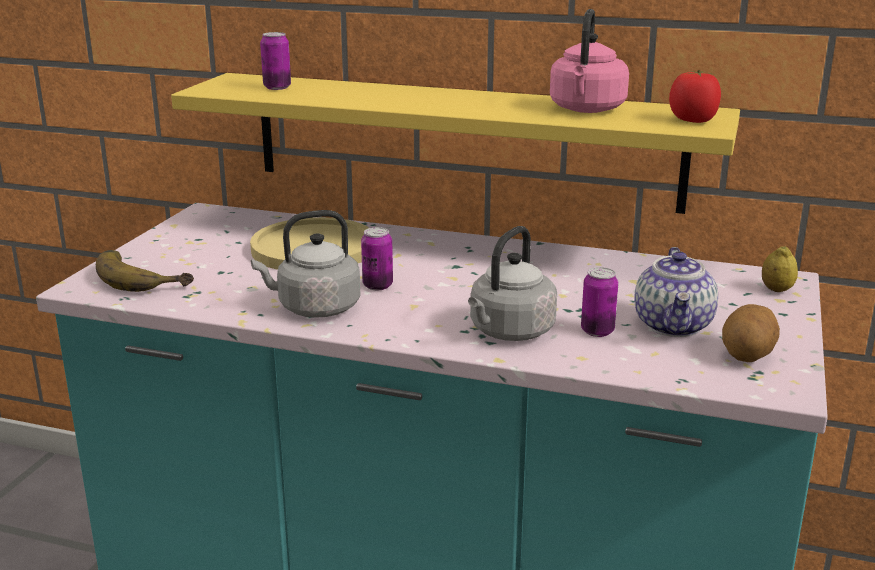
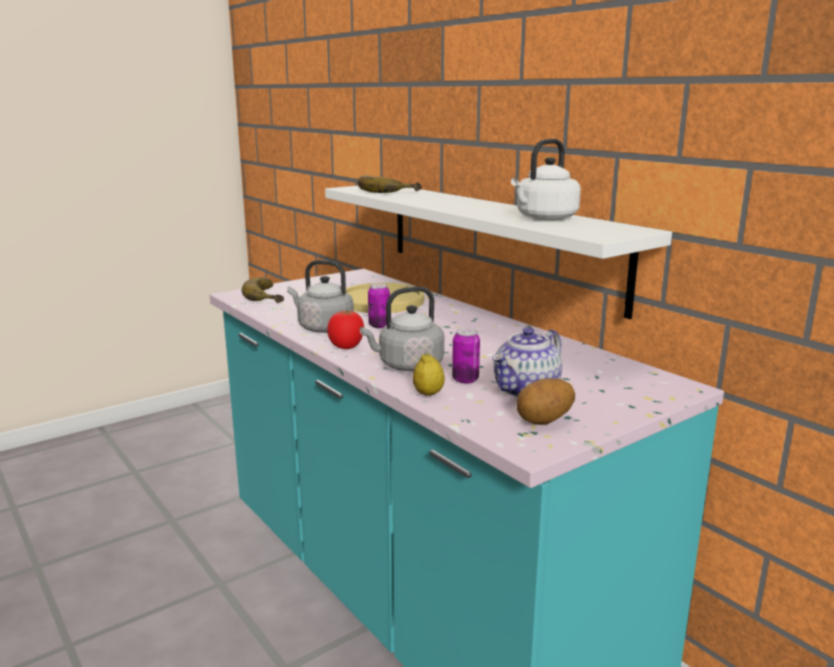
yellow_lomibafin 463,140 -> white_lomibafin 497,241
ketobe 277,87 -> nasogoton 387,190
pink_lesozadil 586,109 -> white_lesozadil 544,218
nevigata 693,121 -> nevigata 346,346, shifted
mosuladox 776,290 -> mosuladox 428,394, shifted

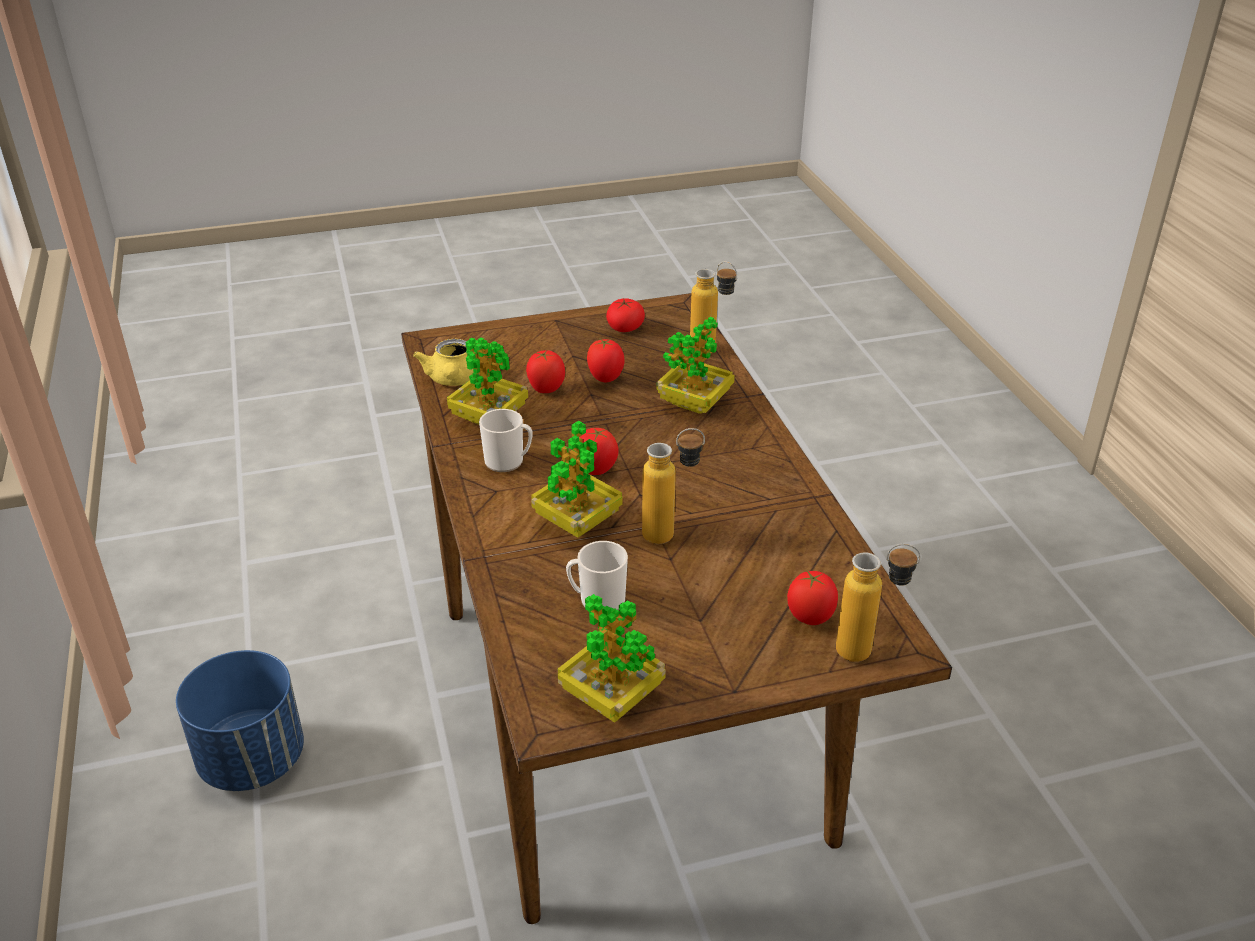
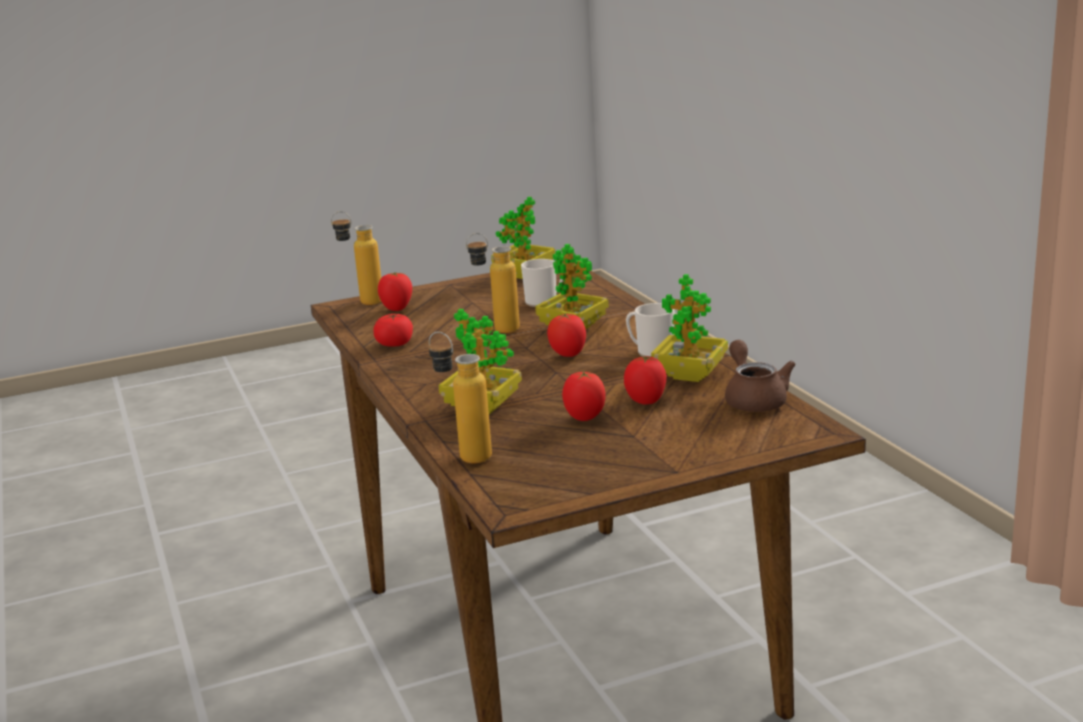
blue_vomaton 253,759 -> none
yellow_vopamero 453,380 -> brown_vopamero 754,399
nevigata 625,328 -> nevigata 395,343, shifted

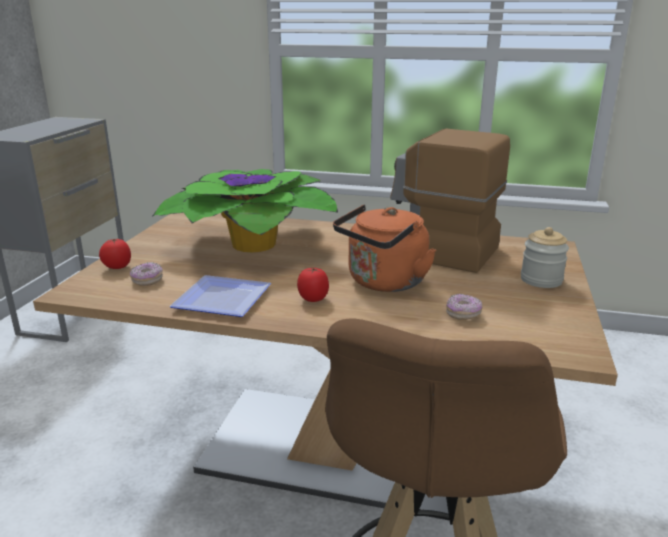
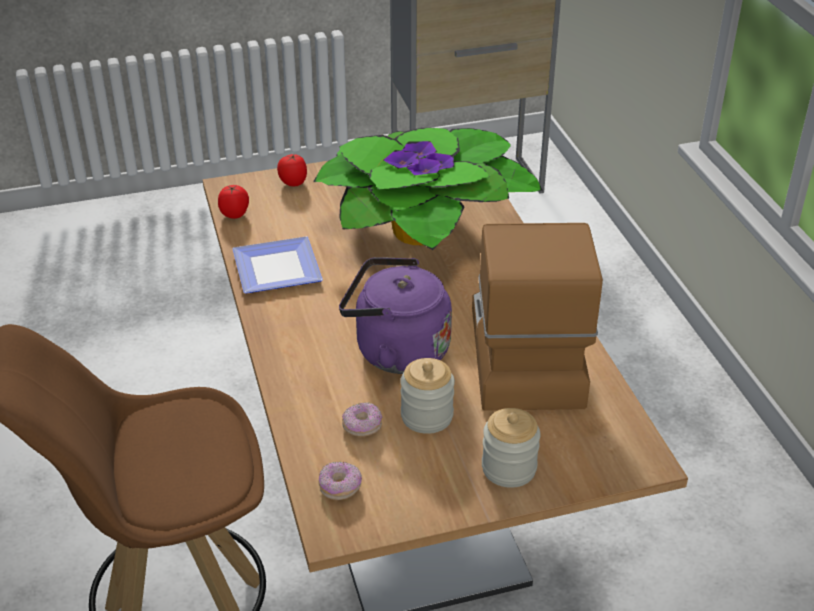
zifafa 147,280 -> zifafa 340,487, shifted
nevigata 313,299 -> nevigata 235,214, shifted
orange_lesozadil 384,283 -> purple_lesozadil 396,350
none -> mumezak 427,416

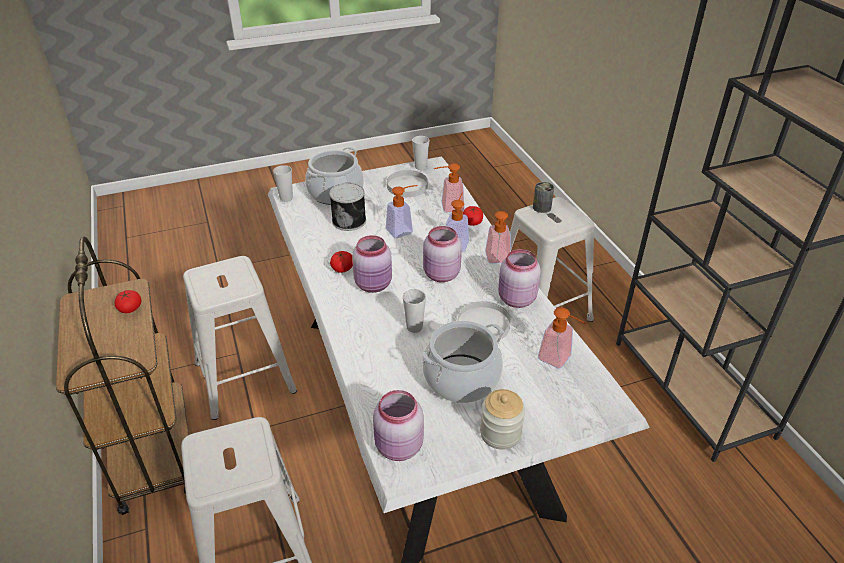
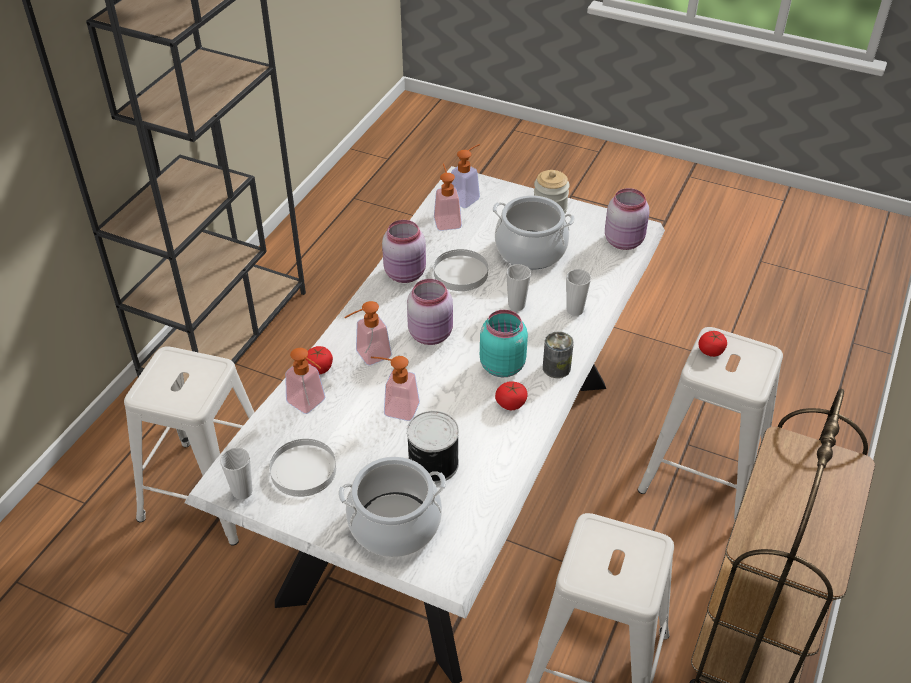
nevigata 130,308 -> nevigata 711,350, shifted
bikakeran 286,198 -> bikakeran 575,310, shifted
pink_mumezak 374,284 -> turquoise_mumezak 501,365
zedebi 498,260 -> zedebi 467,197, shifted
ketobe 542,207 -> ketobe 556,368, shifted

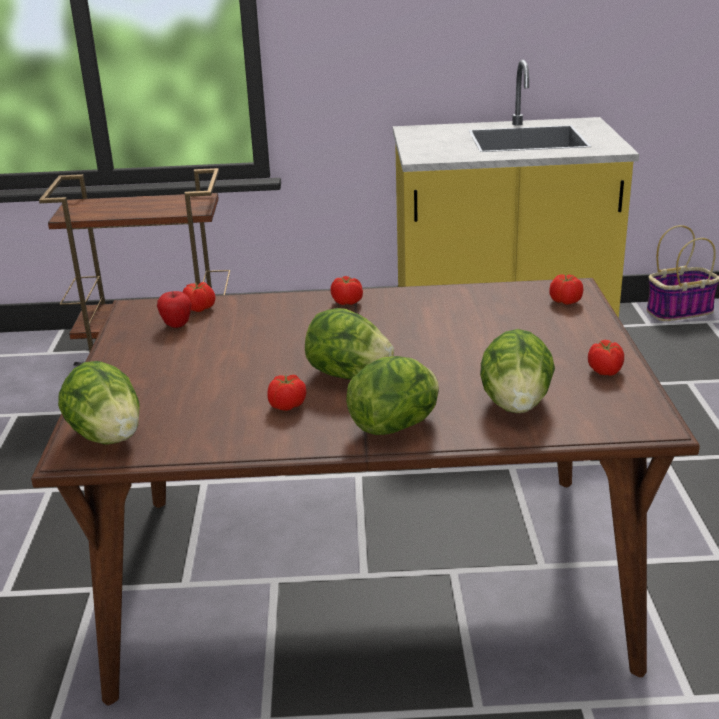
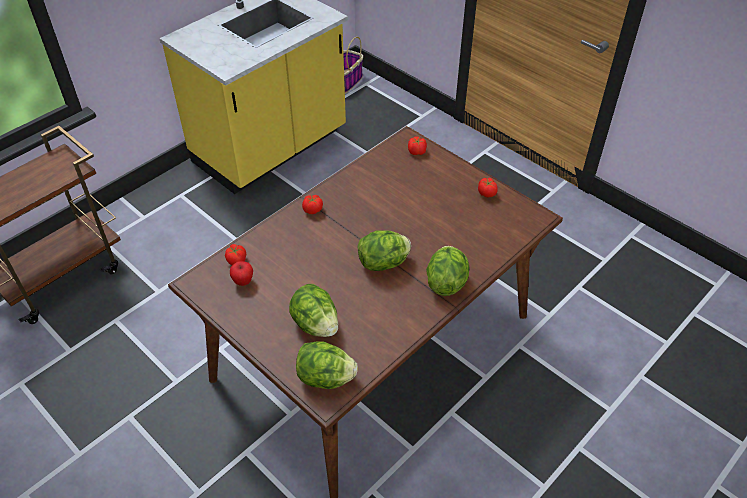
nevigata 287,406 -> none
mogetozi 516,404 -> mogetozi 315,324, shifted

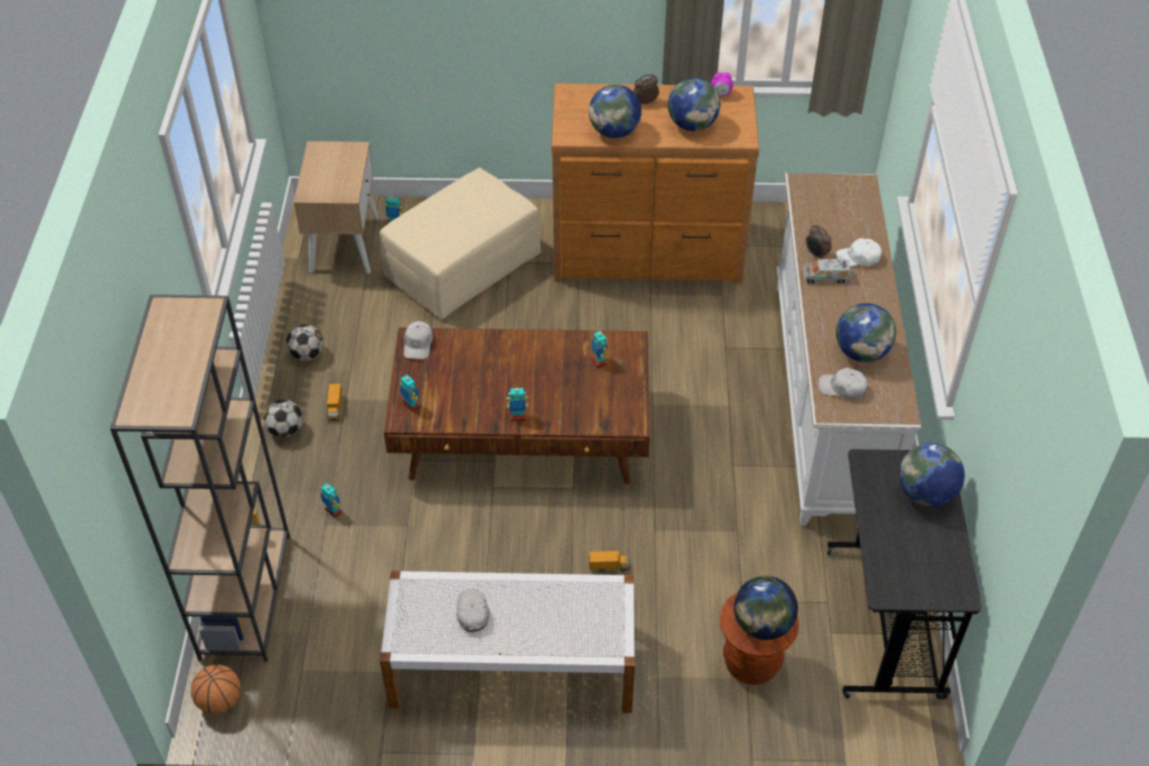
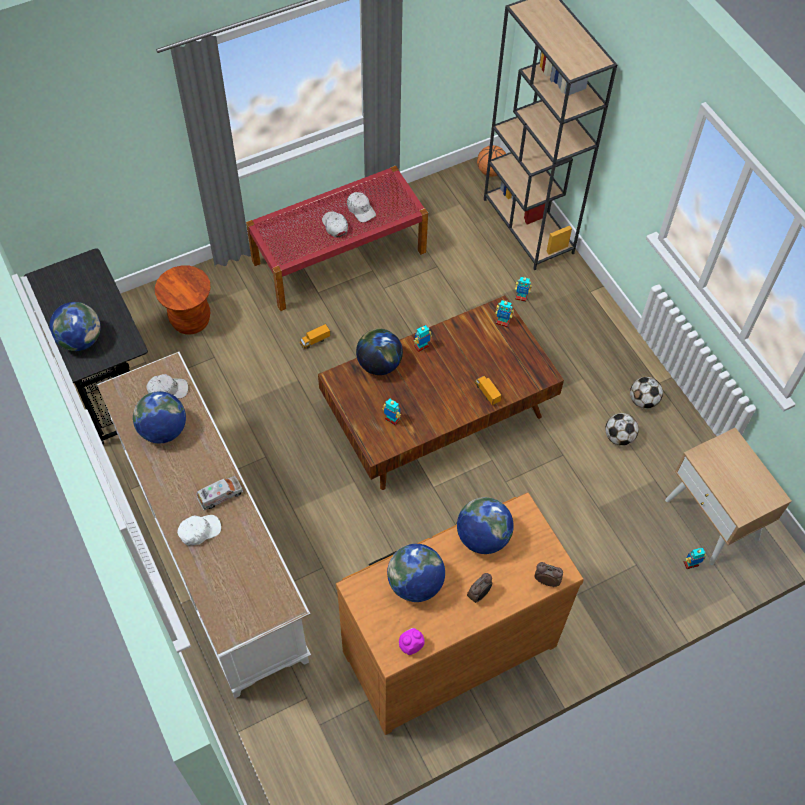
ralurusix 286,430 -> ralurusix 619,437, shifted
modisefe 335,408 -> modisefe 487,393, shifted
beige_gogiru 462,264 -> none
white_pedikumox 512,666 -> red_pedikumox 339,256
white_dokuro 418,344 -> white_dokuro 335,226, shifted
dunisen 762,625 -> dunisen 379,364, shifted
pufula 816,254 -> pufula 546,580, shifted

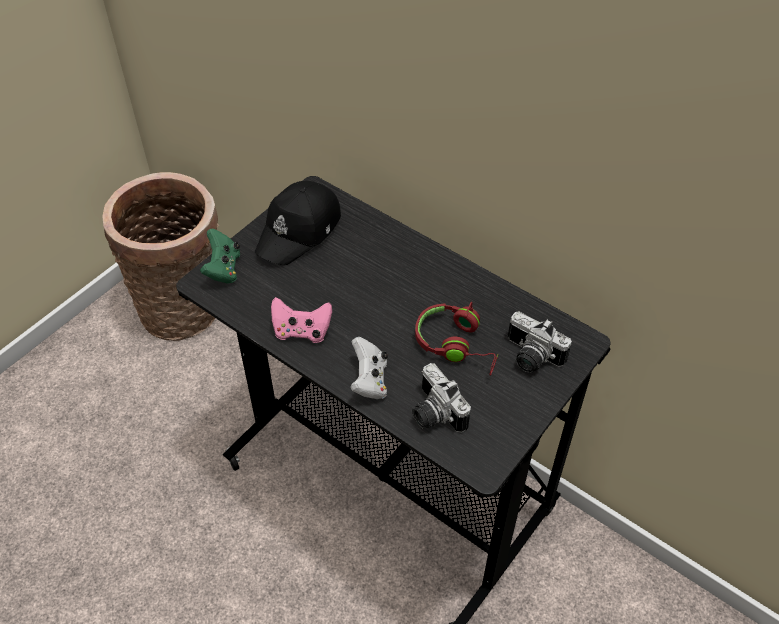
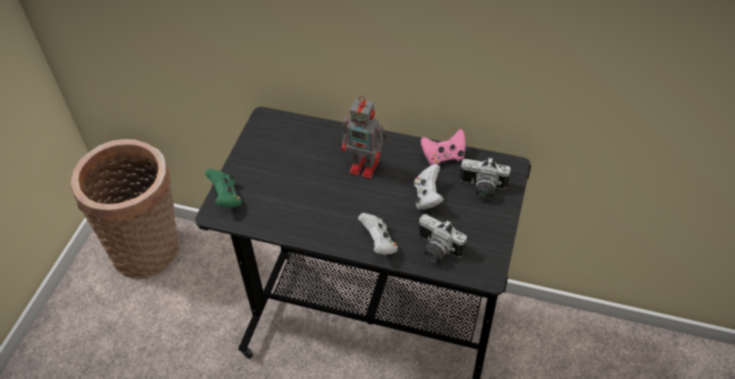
black_dokuro 300,231 -> none
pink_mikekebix 302,331 -> pink_mikekebix 443,156, shifted
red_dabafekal 457,344 -> white_mikekebix 427,197
none -> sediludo 366,167

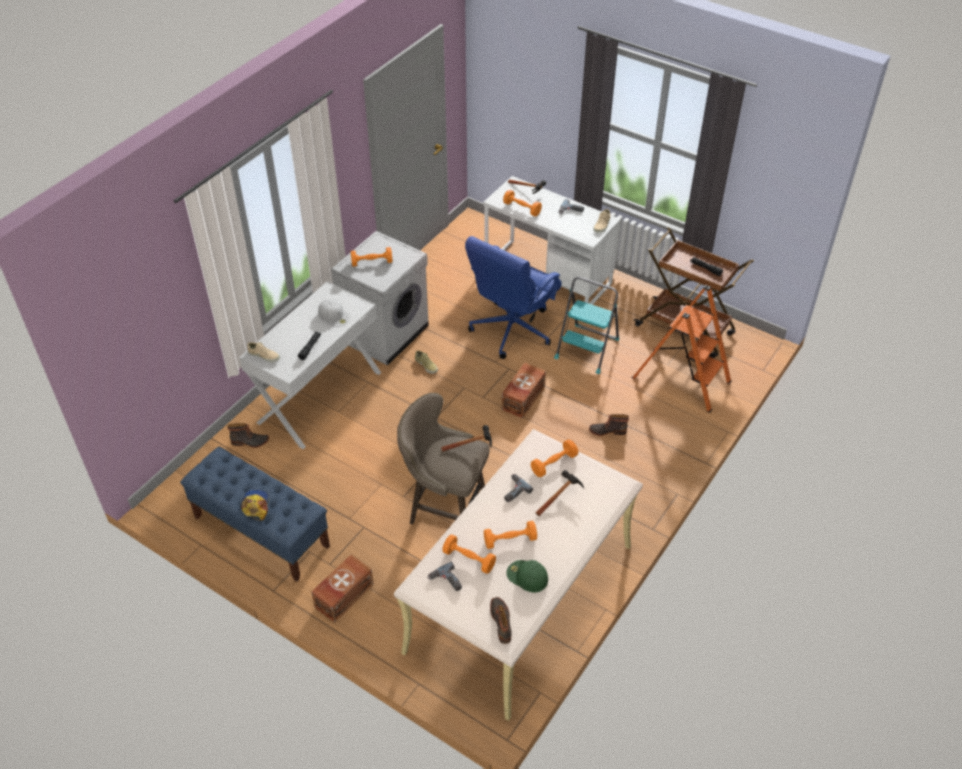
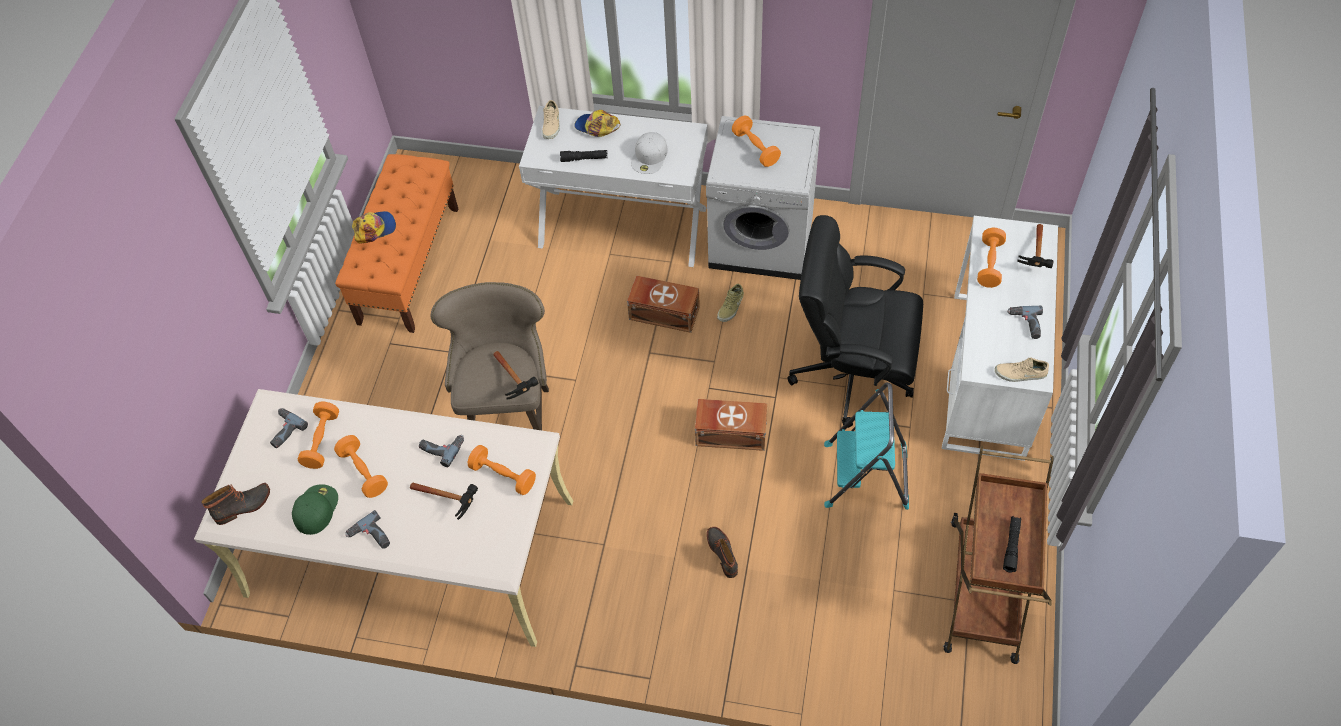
blue_pedikumox 261,531 -> orange_pedikumox 409,264
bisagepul 250,442 -> none
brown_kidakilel 343,595 -> brown_kidakilel 663,312, shifted
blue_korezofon 512,328 -> black_korezofon 852,373
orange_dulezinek 680,378 -> none
none -> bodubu 370,537
none -> dokuro 596,127

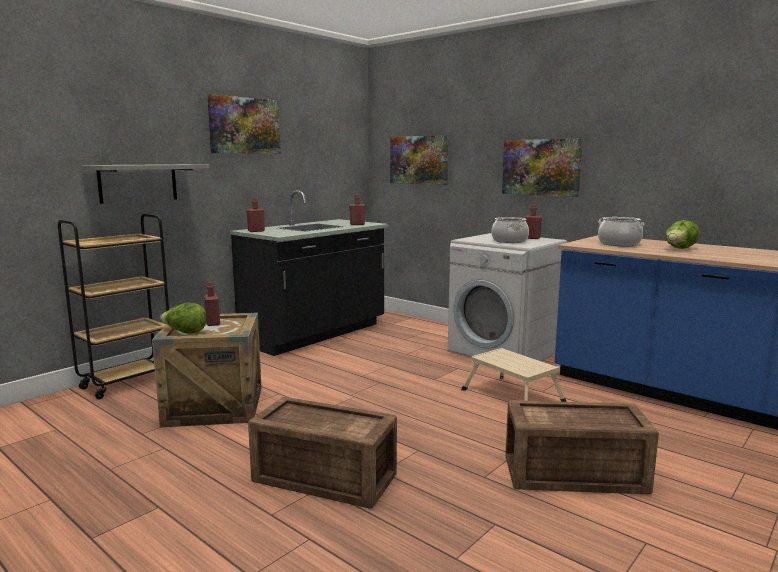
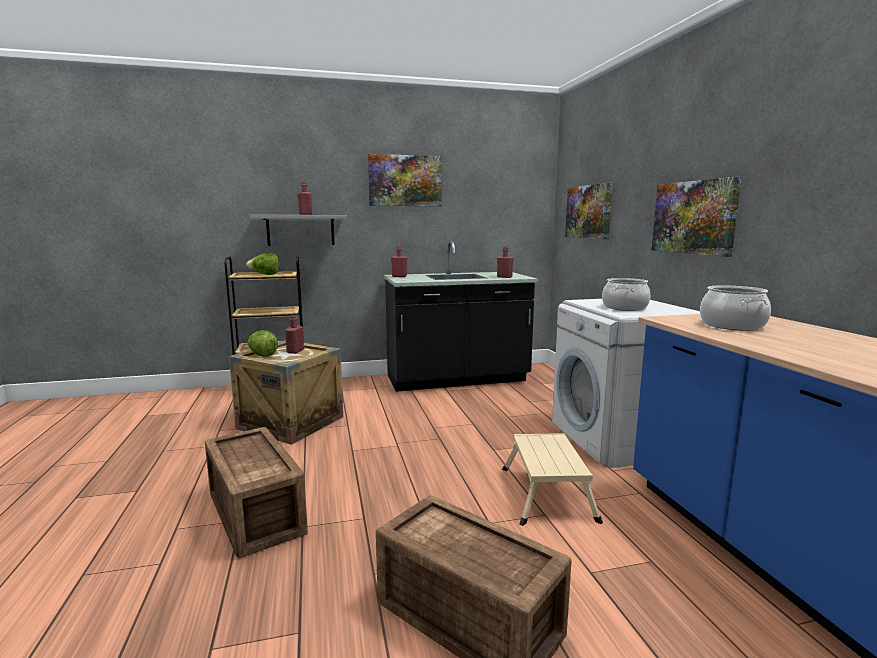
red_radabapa 531,238 -> red_radabapa 305,214, shifted
mogetozi 679,249 -> mogetozi 265,275, shifted

